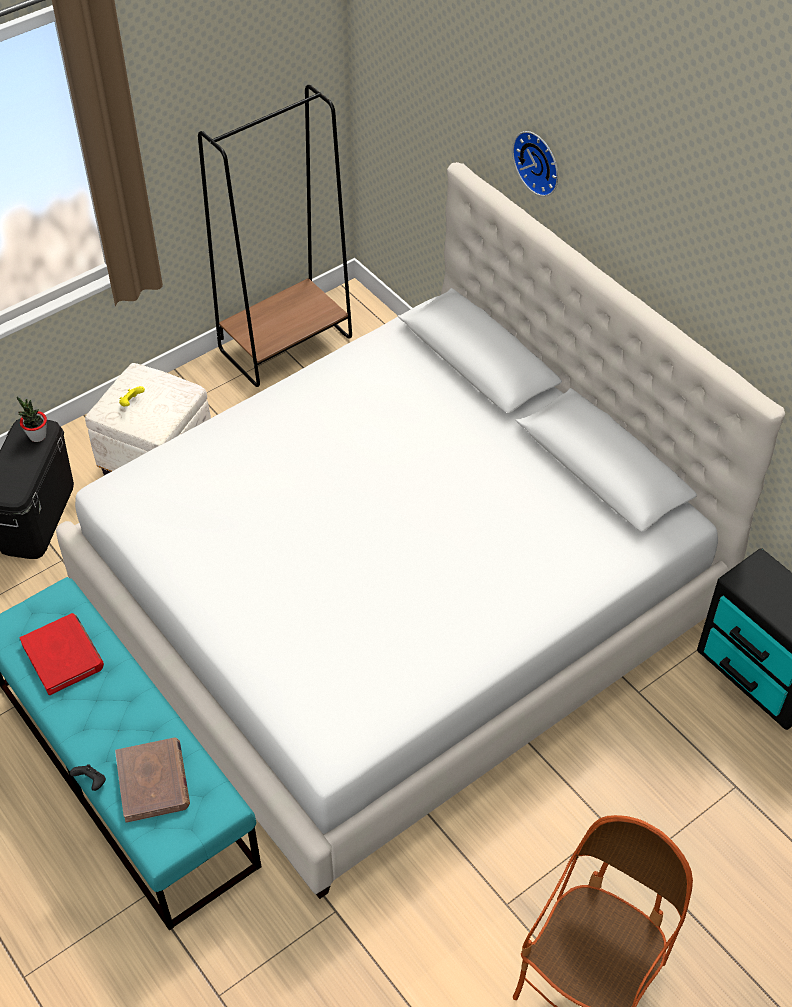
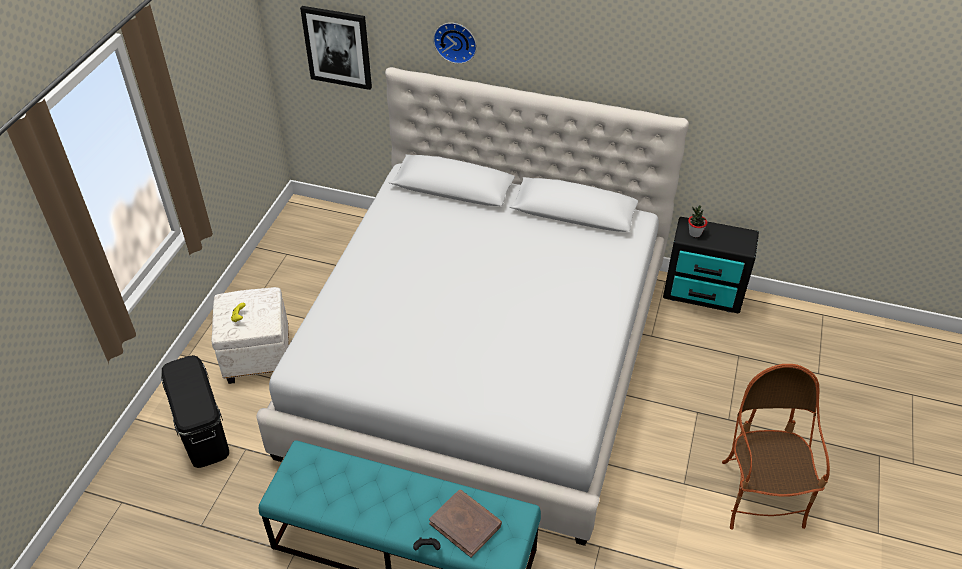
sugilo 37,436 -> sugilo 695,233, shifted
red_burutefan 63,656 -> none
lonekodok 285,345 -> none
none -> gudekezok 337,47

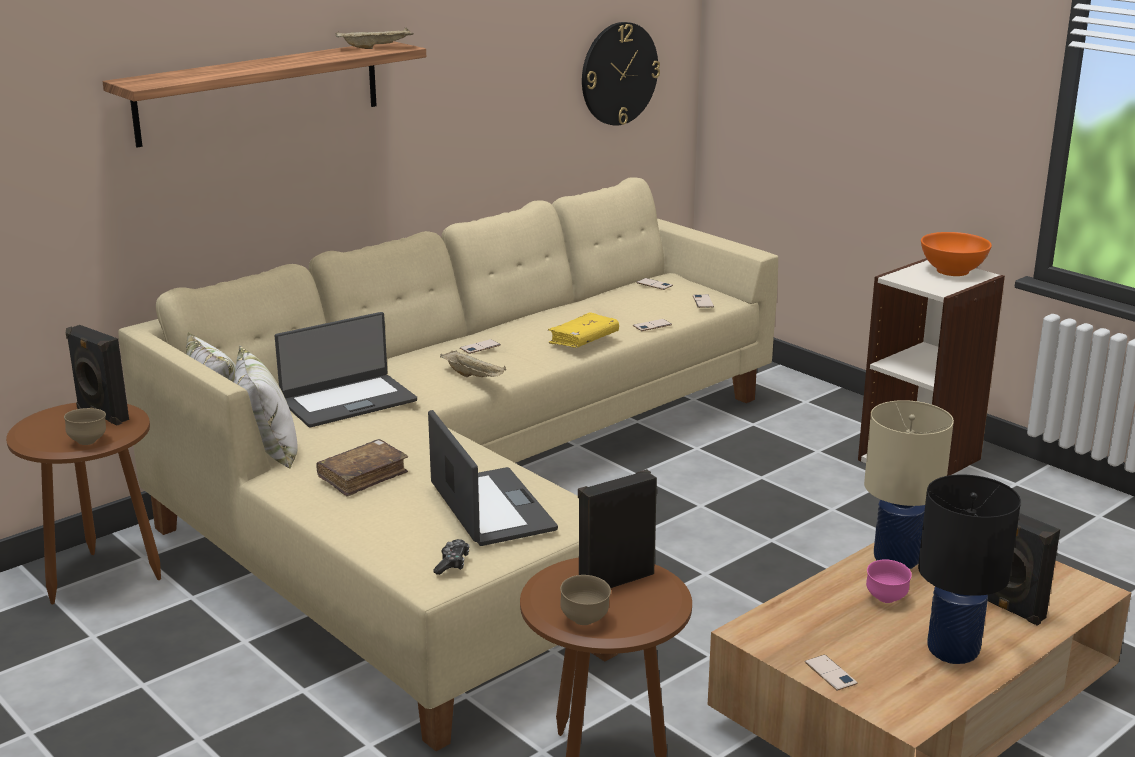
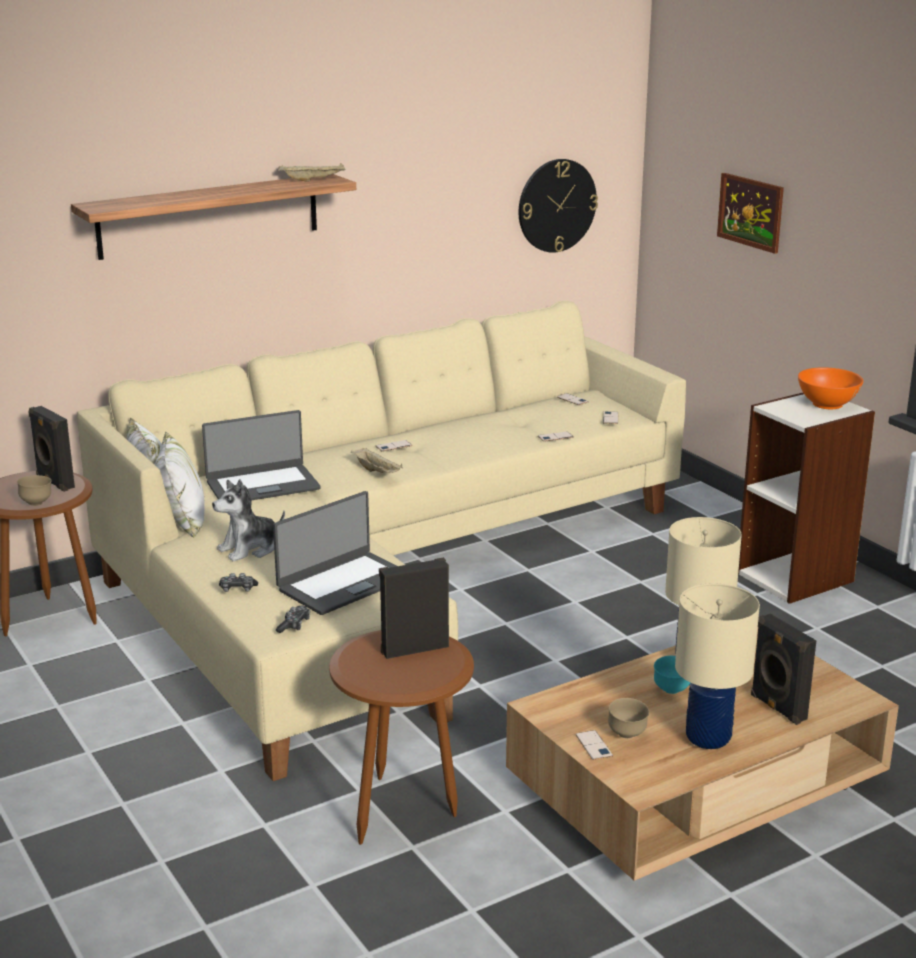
brown_burutefan 363,476 -> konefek 250,549
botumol 490,508 -> botumol 343,583, 60 degrees clockwise
yellow_burutefan 583,340 -> none
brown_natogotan 585,621 -> brown_natogotan 627,735, shifted
pink_natogotan 886,600 -> turquoise_natogotan 671,691
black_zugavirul 953,654 -> beige_zugavirul 708,741
none -> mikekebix 237,589
none -> gudekezok 750,212

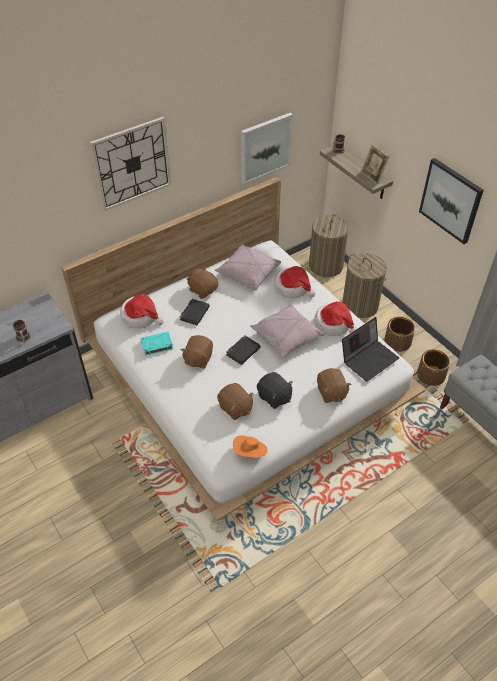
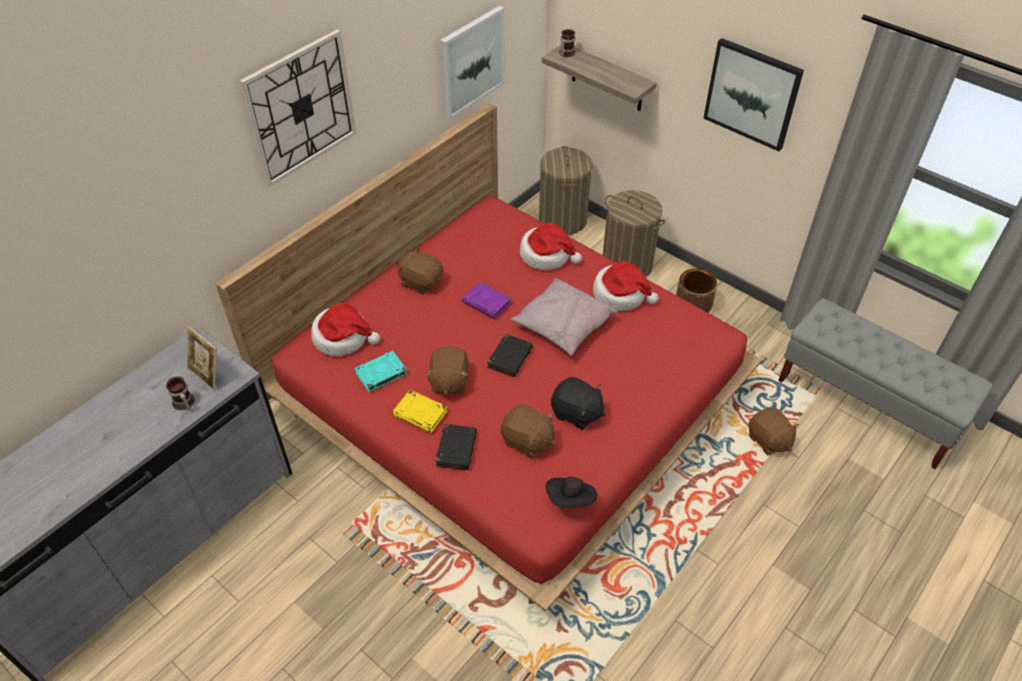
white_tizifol 248,380 -> red_tizifol 511,398
black_burutefan 194,313 -> black_burutefan 456,448, shifted
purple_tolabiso 248,273 -> none
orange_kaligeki 250,452 -> black_kaligeki 571,499
brown_konefek 331,393 -> brown_konefek 768,440, shifted
botumol 369,358 -> none
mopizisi 372,176 -> mopizisi 207,375, shifted
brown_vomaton 431,375 -> none
none -> yellow_burutefan 421,414
none -> purple_burutefan 487,303

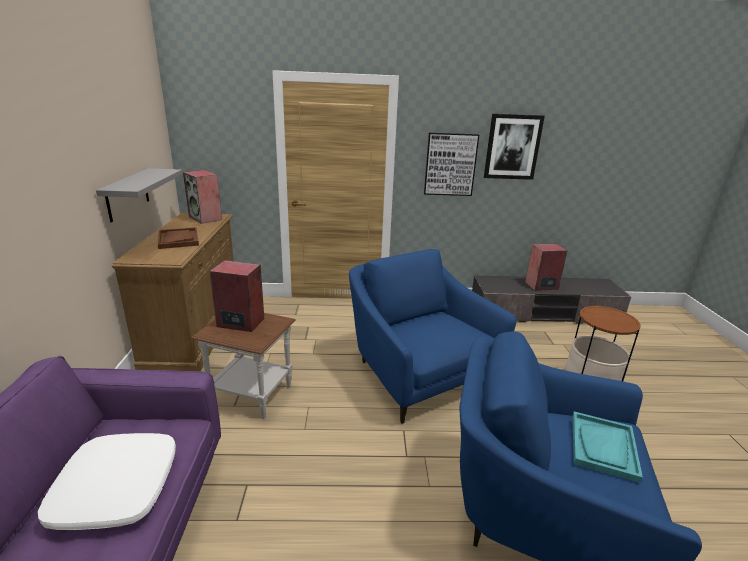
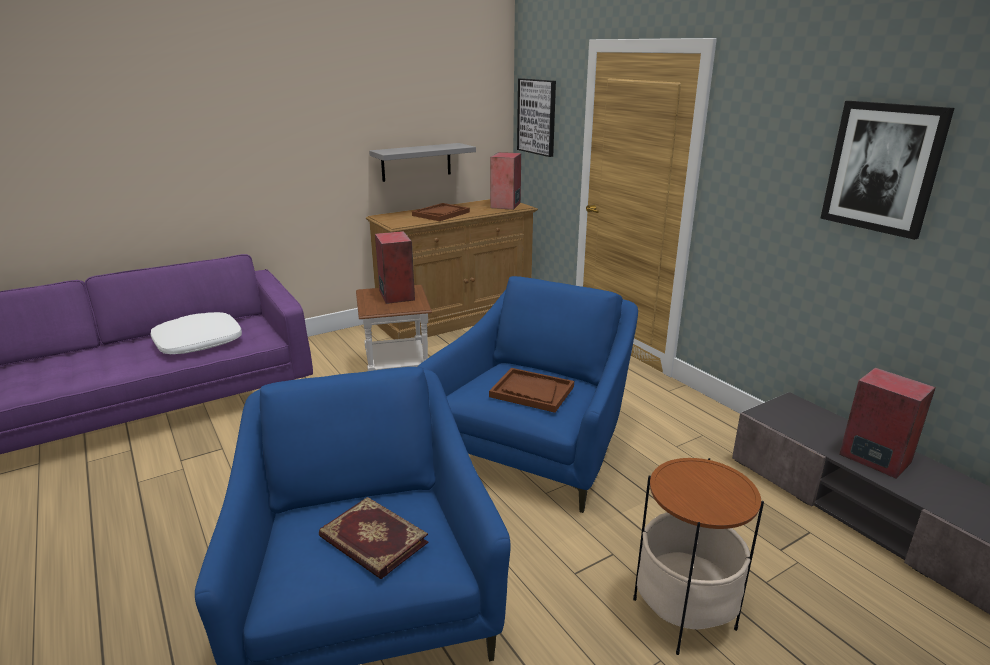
gudekezok 450,164 -> gudekezok 537,117, shifted
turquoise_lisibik 603,447 -> burutefan 372,541
none -> brown_lisibik 531,392

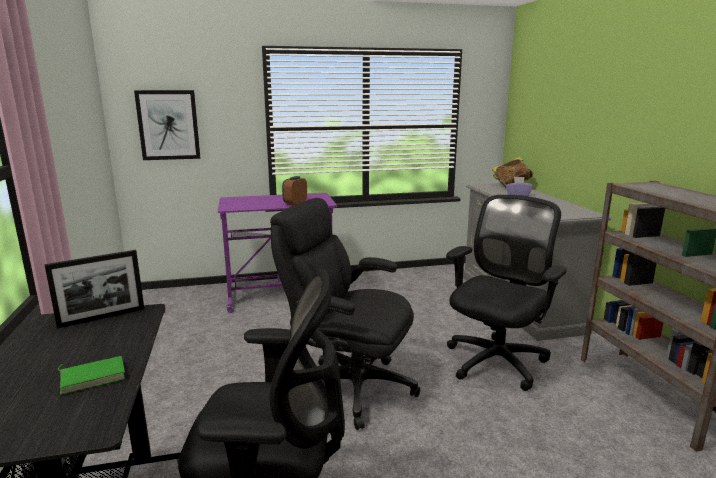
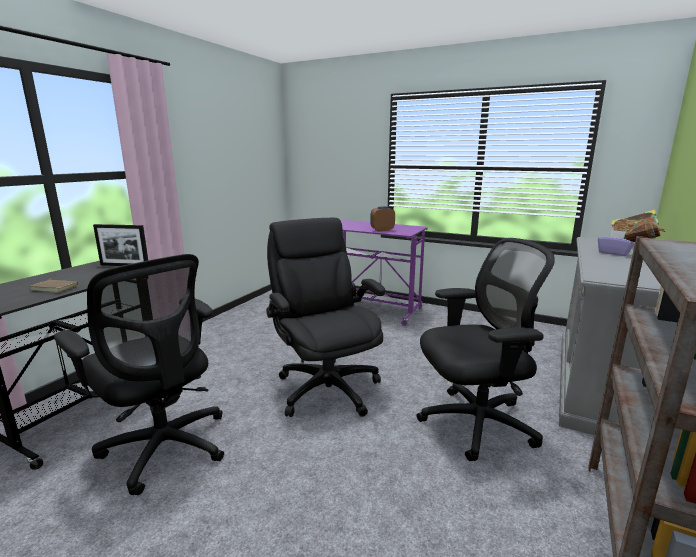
green_burutefan 93,376 -> brown_burutefan 56,288
gudekezok 168,125 -> none

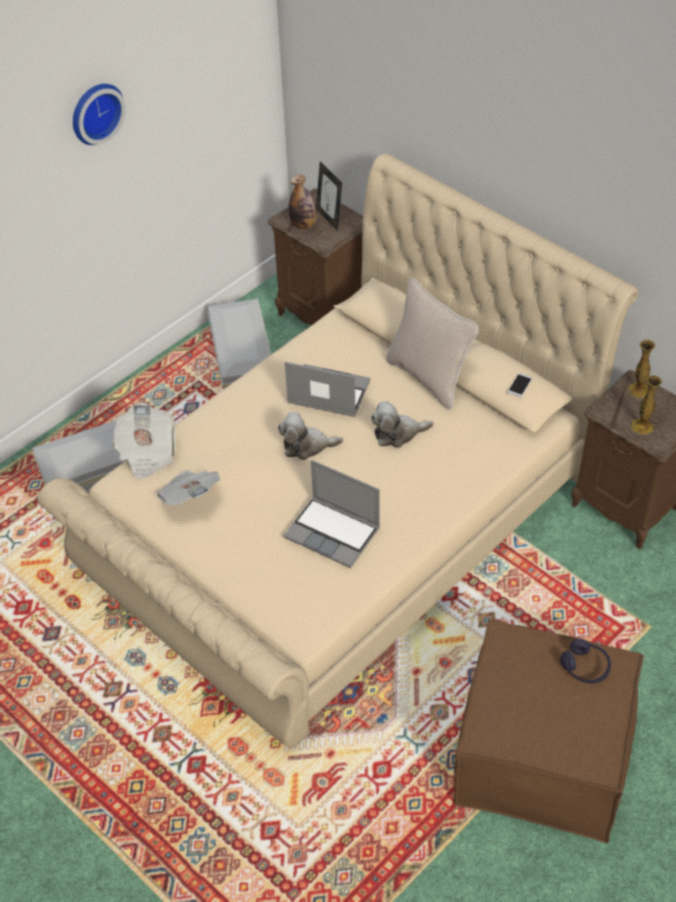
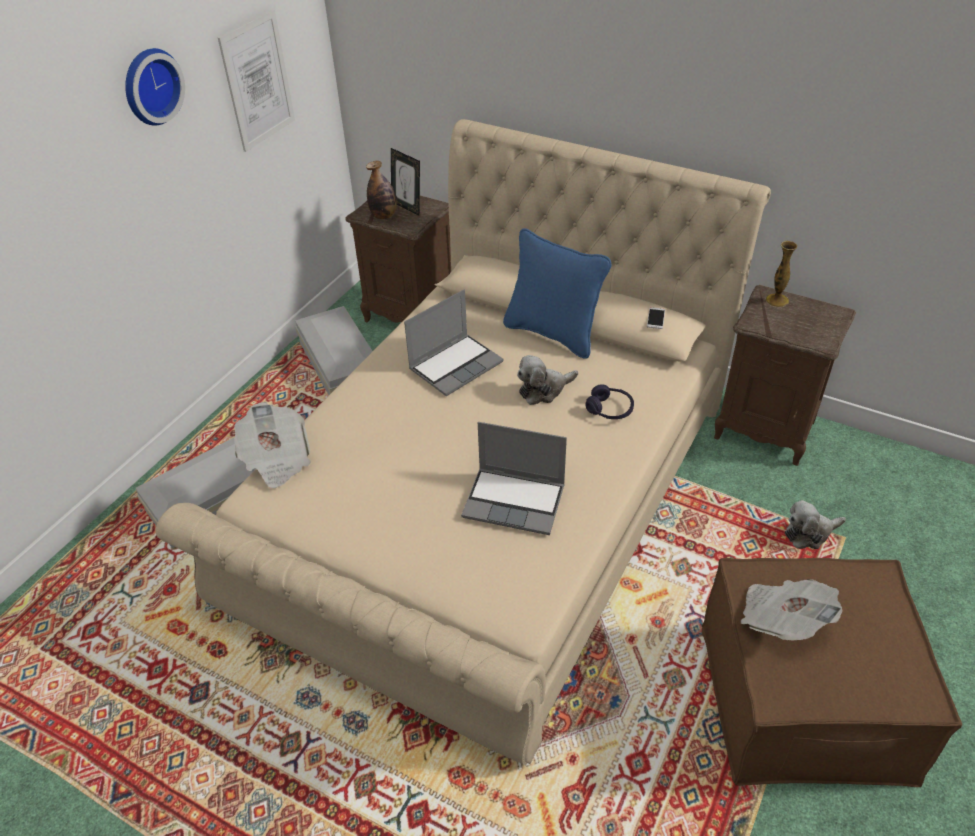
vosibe 189,497 -> vosibe 782,620, shifted
konefek 307,446 -> konefek 809,533, shifted
botumol 327,393 -> botumol 456,365, 135 degrees clockwise
beige_tolabiso 428,377 -> blue_tolabiso 553,333
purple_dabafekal 585,667 -> purple_dabafekal 609,409, shifted
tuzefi 641,426 -> none
none -> gudekezok 258,81

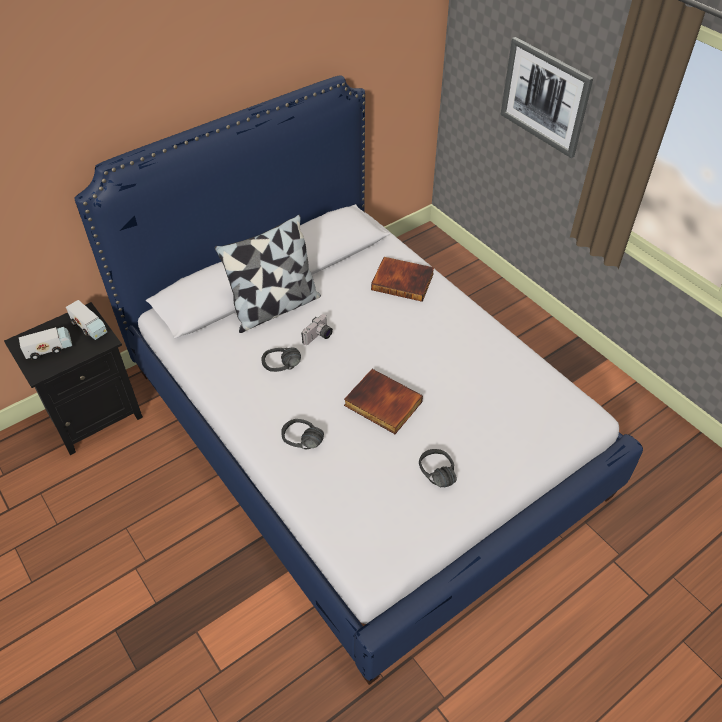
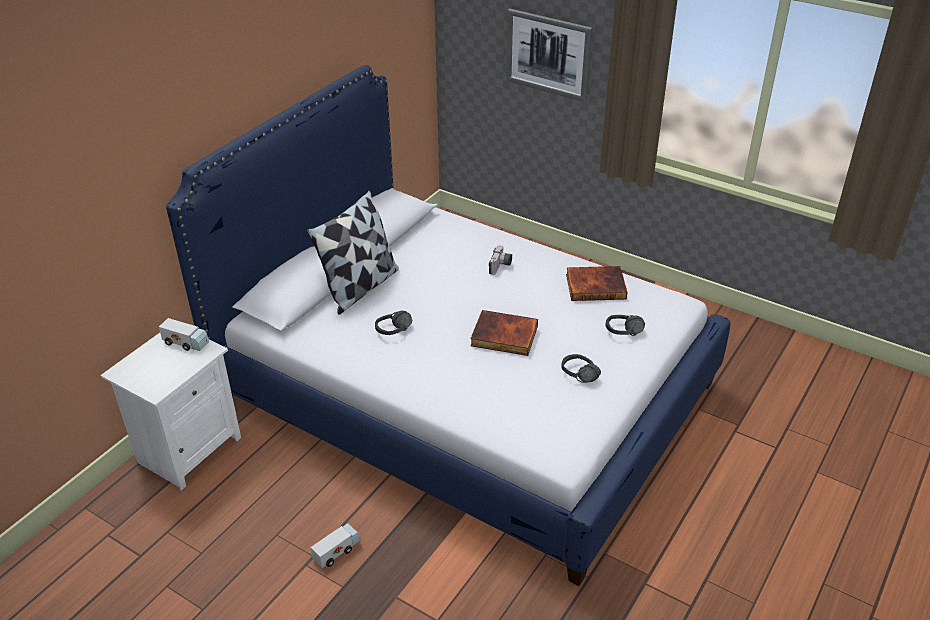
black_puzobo 94,415 -> white_puzobo 187,450
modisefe 49,349 -> modisefe 337,551, shifted
black_dabafekal 300,444 -> black_dabafekal 625,335, shifted
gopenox 318,337 -> gopenox 501,266, shifted
burutefan 403,281 -> burutefan 596,286, shifted

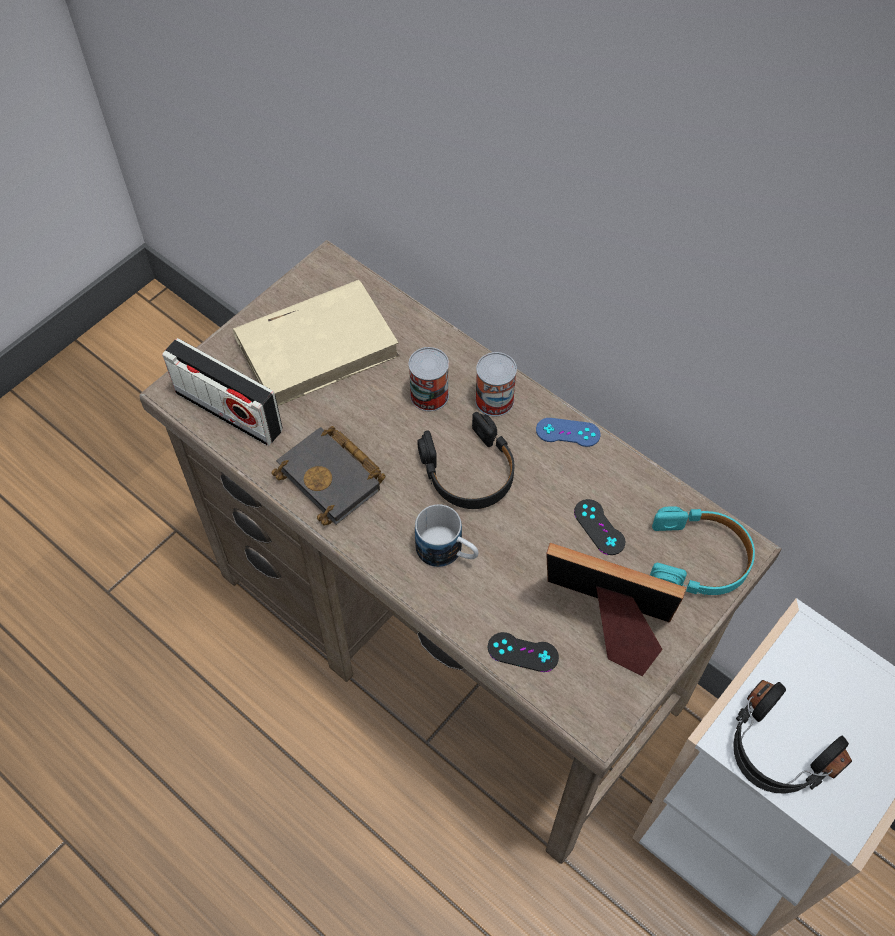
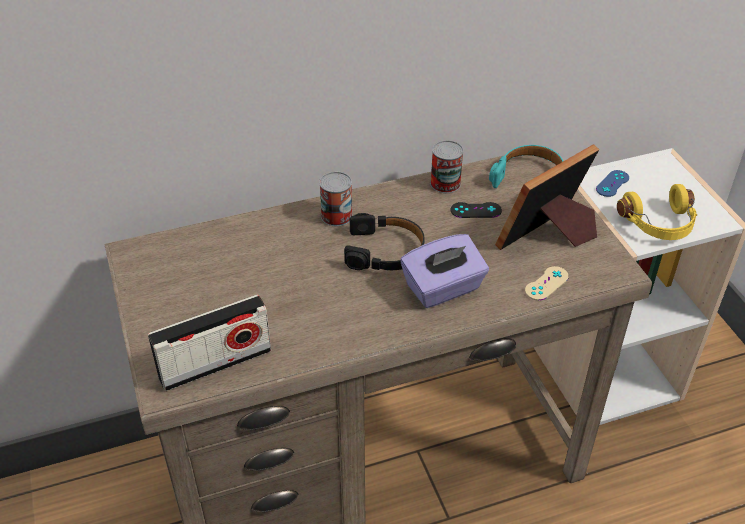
beige_burutefan 318,346 -> none
black_burutefan 334,479 -> none
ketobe 429,395 -> ketobe 445,183, shifted
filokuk 448,552 -> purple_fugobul 443,288
black_mikekebix 523,652 -> beige_mikekebix 546,283
blue_mikekebix 568,432 -> blue_mikekebix 612,183, shifted
black_dabafekal 776,751 -> yellow_dabafekal 659,225

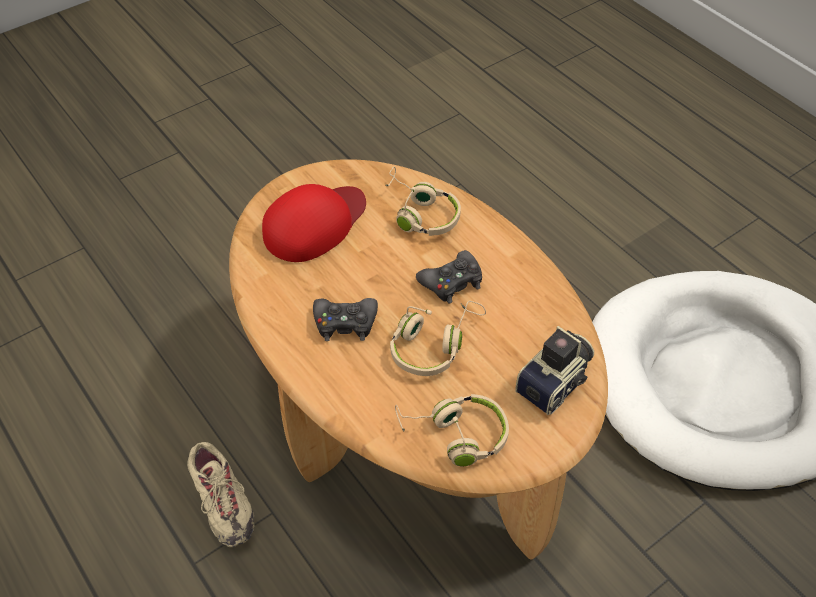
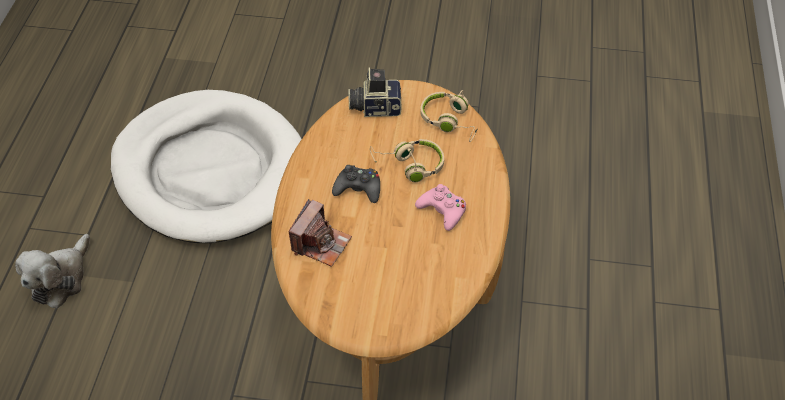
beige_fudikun 222,501 -> none
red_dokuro 315,224 -> none
black_mikekebix 345,323 -> pink_mikekebix 442,211
beige_dabafekal 419,213 -> gopenox 321,243
none -> konefek 61,279

